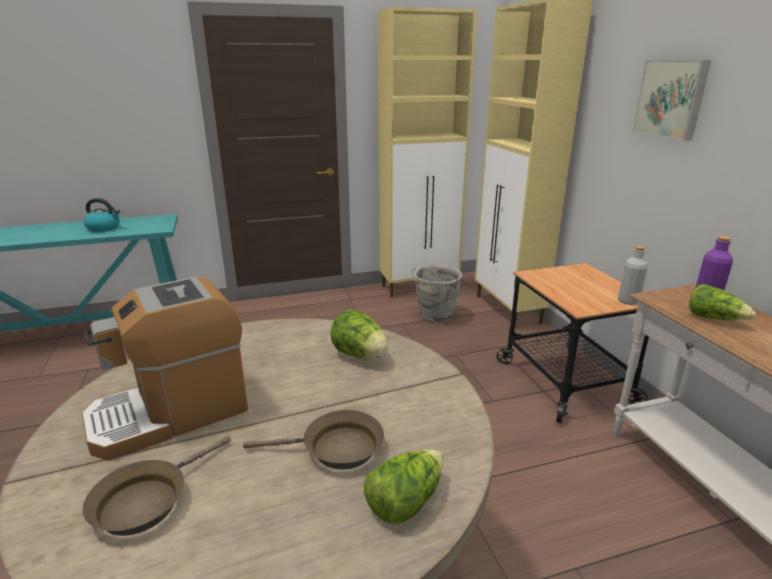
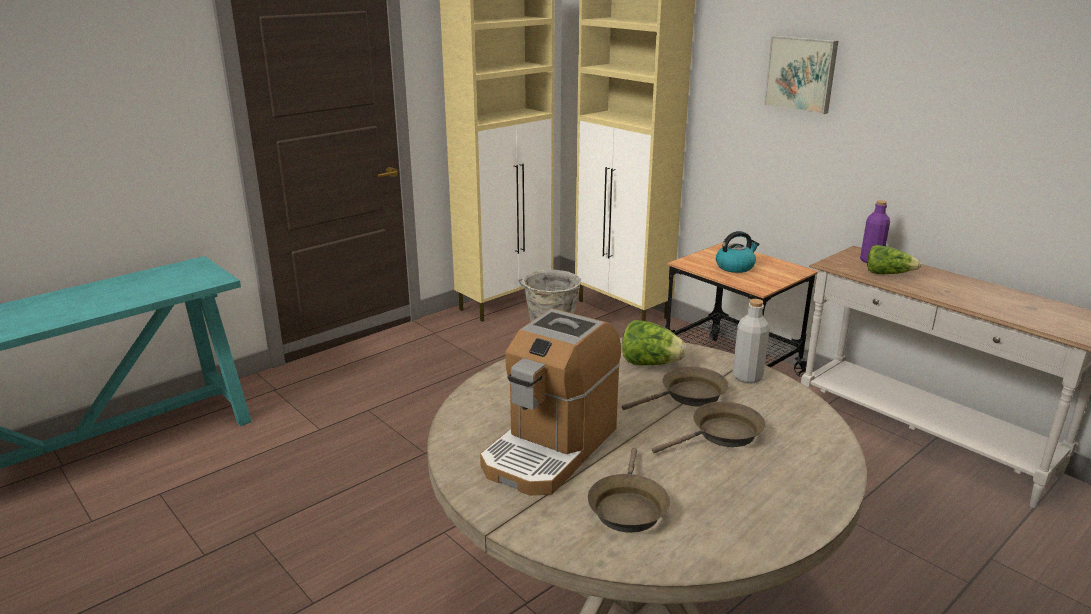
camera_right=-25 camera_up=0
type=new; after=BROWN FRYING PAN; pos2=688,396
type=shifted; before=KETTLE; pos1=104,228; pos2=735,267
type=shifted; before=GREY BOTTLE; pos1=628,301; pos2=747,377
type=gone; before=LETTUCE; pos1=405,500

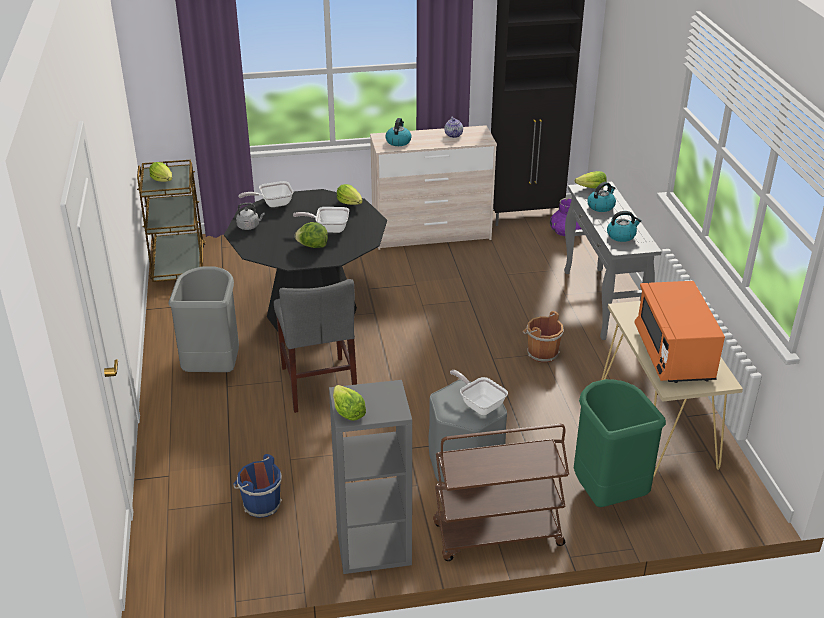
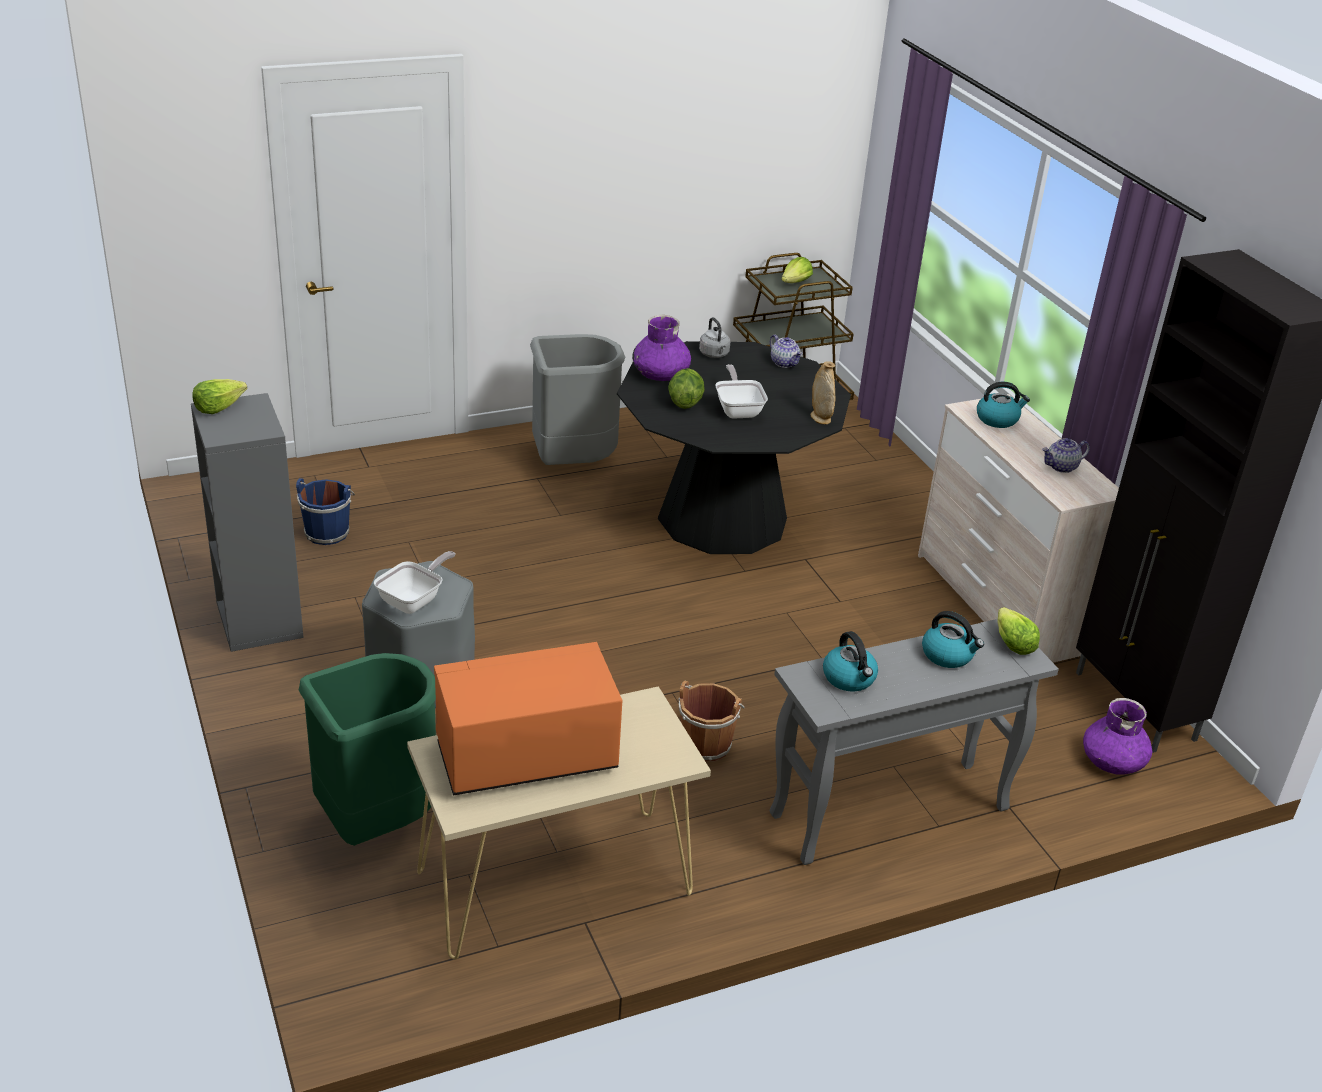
camera_right=75 camera_up=0
type=new; after=PURPLE VASE; pos2=660,374
type=swapped; before=FRYING PAN; after=TEAPOT; pos1=273,203; pos2=784,363
type=swapped; before=LETTUCE; after=BEIGE VASE; pos1=350,203; pos2=820,418
type=gone; before=GREY CHAIR; pos1=318,384
type=gone; before=BROWN CART; pos1=497,535

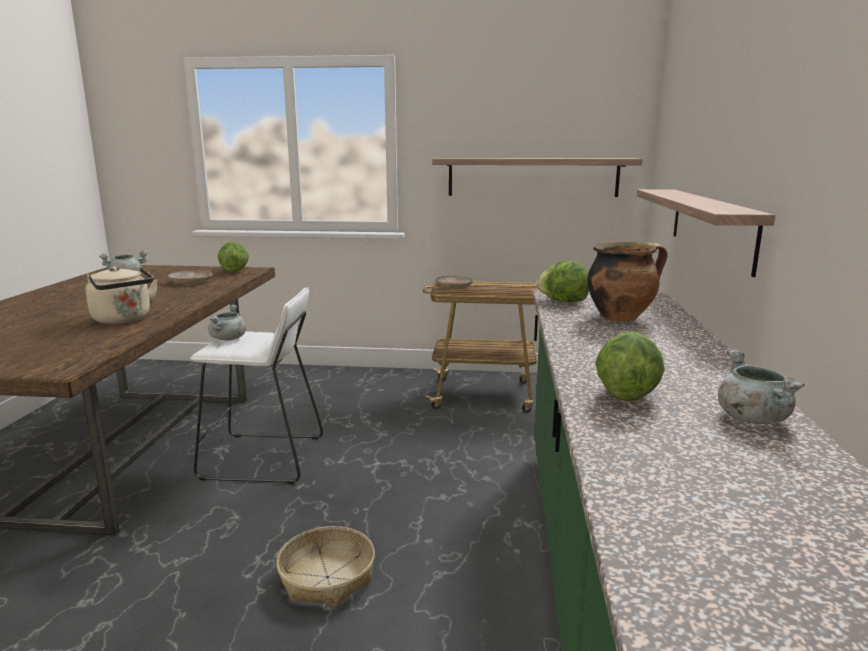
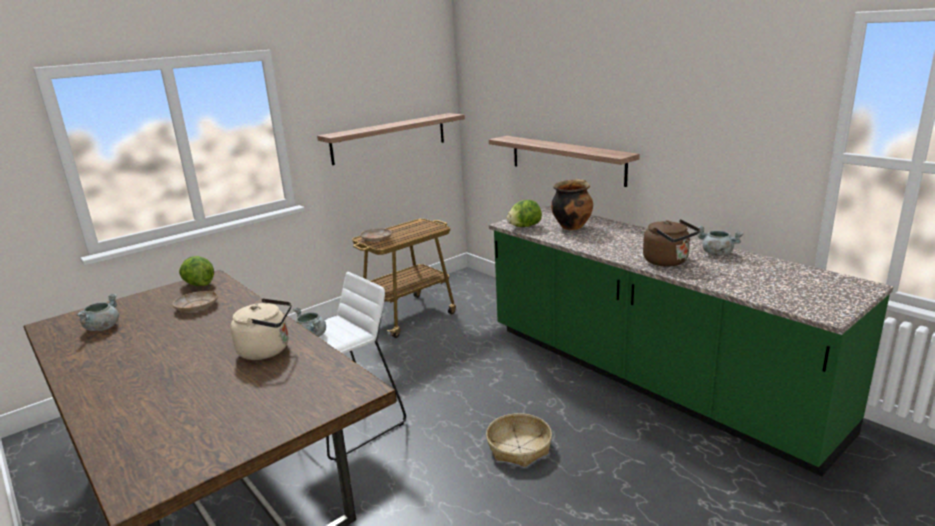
camera_right=-45 camera_up=5
type=swapped; before=LETTUCE; after=BROWN KETTLE; pos1=626,394; pos2=668,262

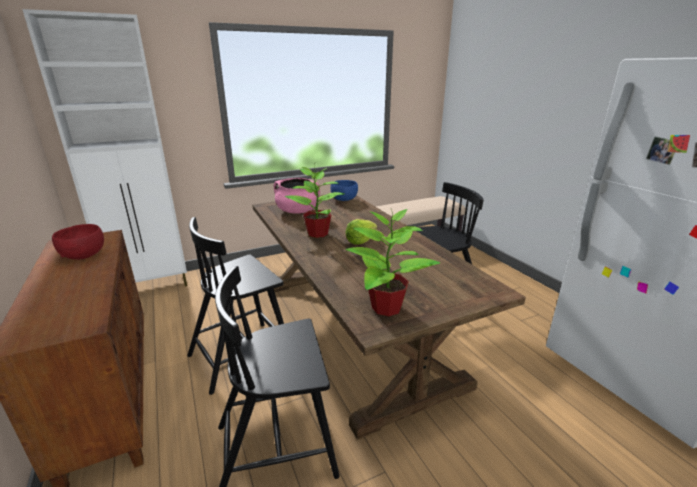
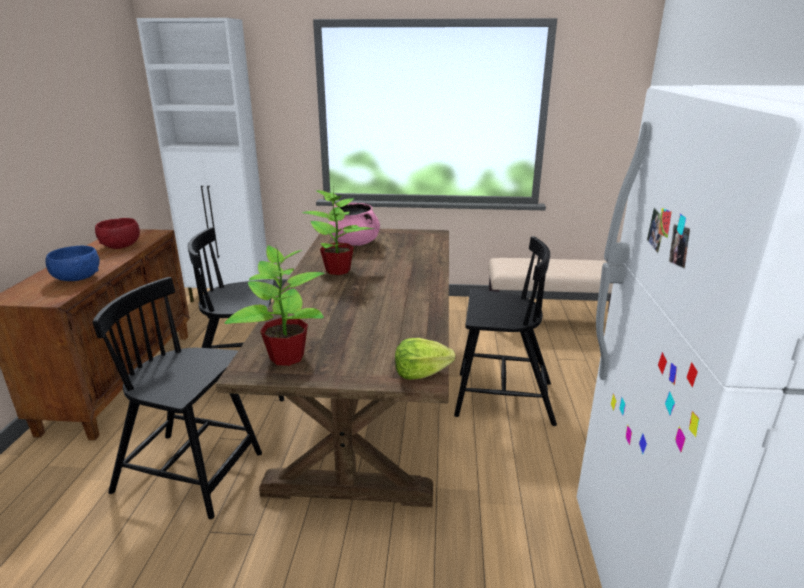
camera_right=30 camera_up=0
type=shifted; before=BLUE BOWL; pos1=344,199; pos2=77,278
type=shifted; before=LETTUCE; pos1=360,241; pos2=421,373

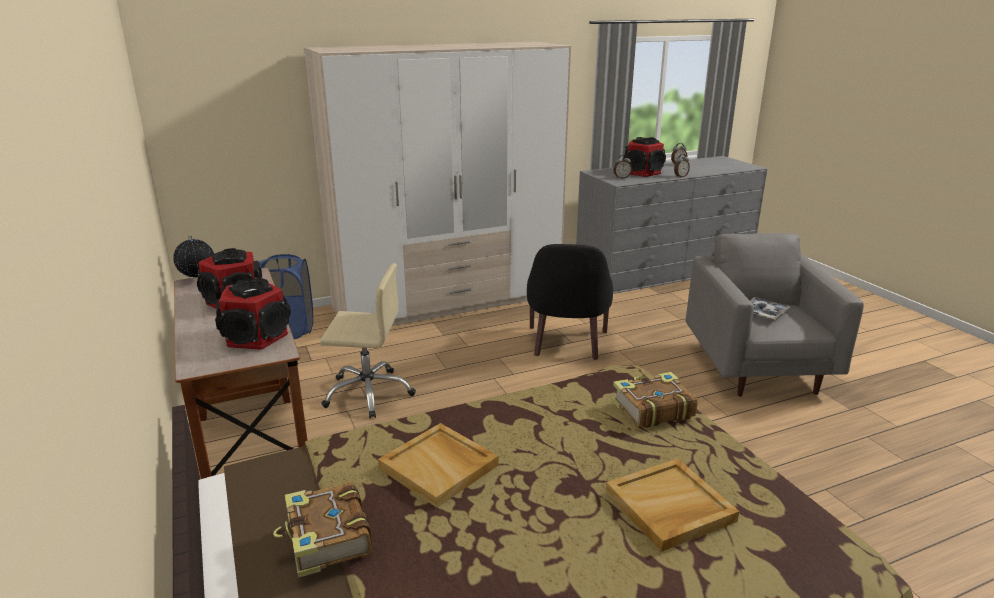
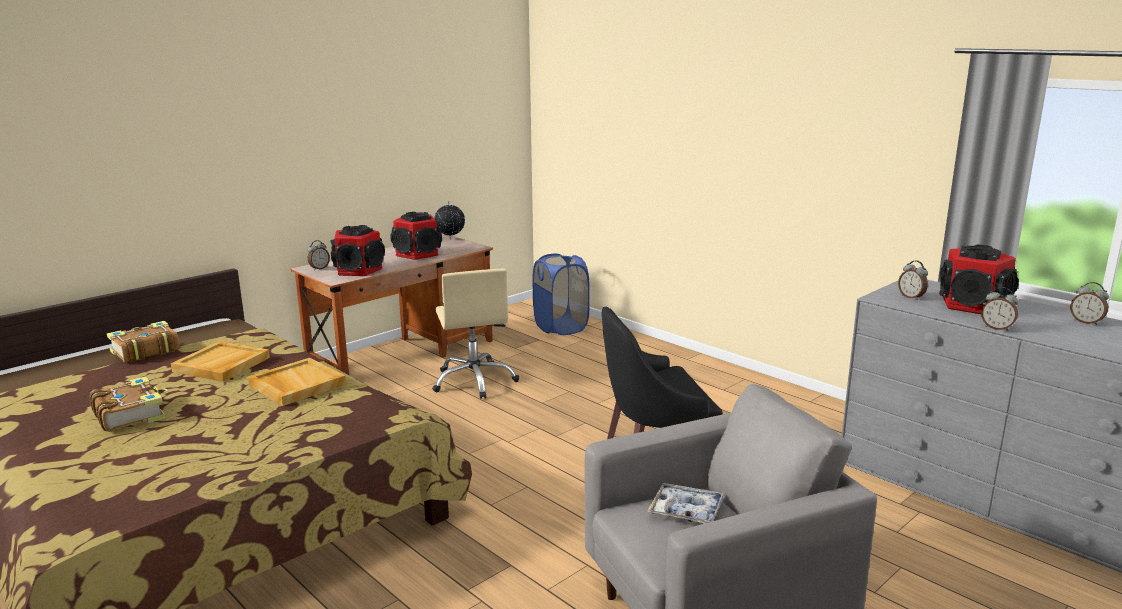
camera_right=70 camera_up=-5
type=shifted; before=BOOK; pos1=651,409; pos2=130,414
type=shifted; before=BEIGE TRAY; pos1=669,507; pos2=296,385
type=new; after=ALARM CLOCK; pos2=319,268
type=gone; before=WARDROBE; pos1=449,301

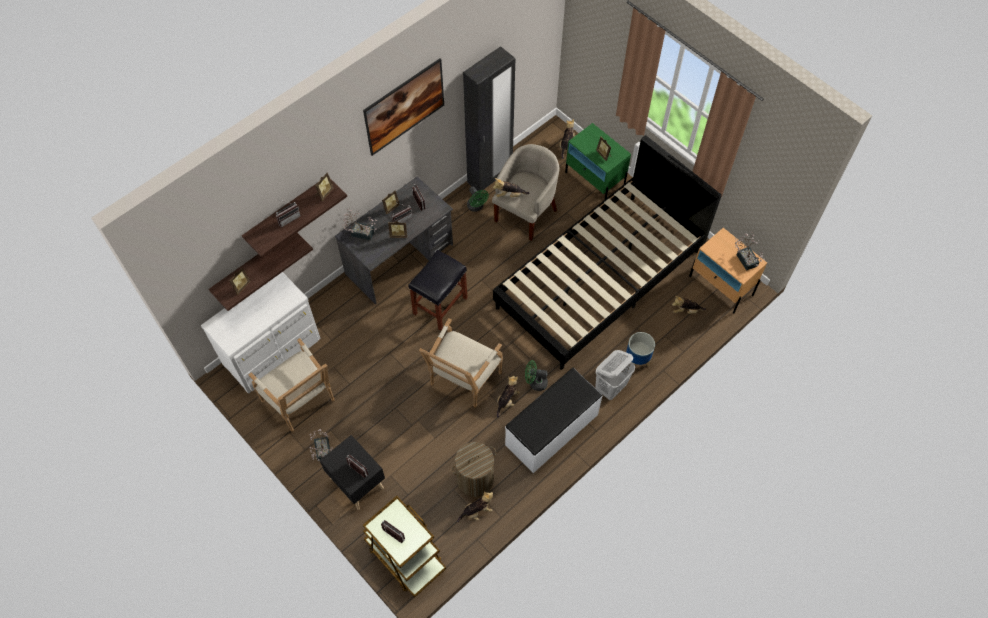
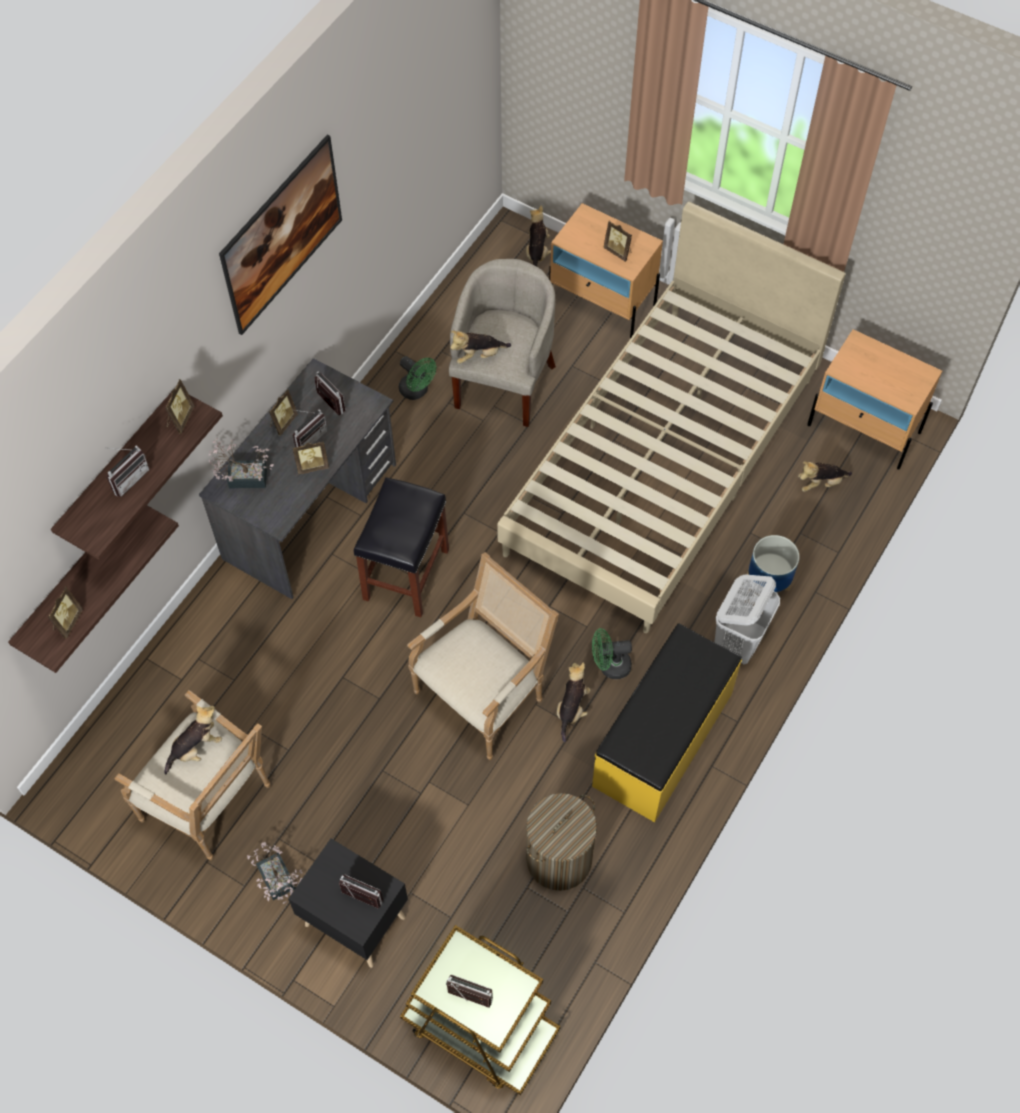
camera_right=-15 camera_up=0
type=shifted; before=PLUSH TOY; pos1=477,511; pos2=196,748
type=rotated; before=ARMCHAIR; pos1=462,381; pos2=485,694; turn=-150
type=repainted; before=BLACK BED; after=BEIGE BED; pos1=599,278; pos2=662,464
type=repainted; before=GREEN NIGHTSTAND; after=BEIGE NIGHTSTAND; pos1=594,181; pos2=602,303
type=repainted; before=WHITE BENCH; after=YELLOW BENCH; pos1=552,430; pos2=664,740
type=gone; before=WHITE DRESSER; pos1=274,352
type=gone; before=BLACK WARDROBE; pos1=490,176
type=gone; before=POTTED PLANT; pos1=745,258

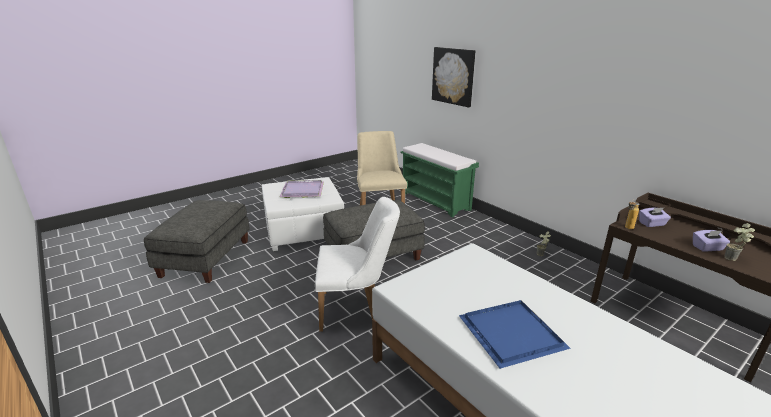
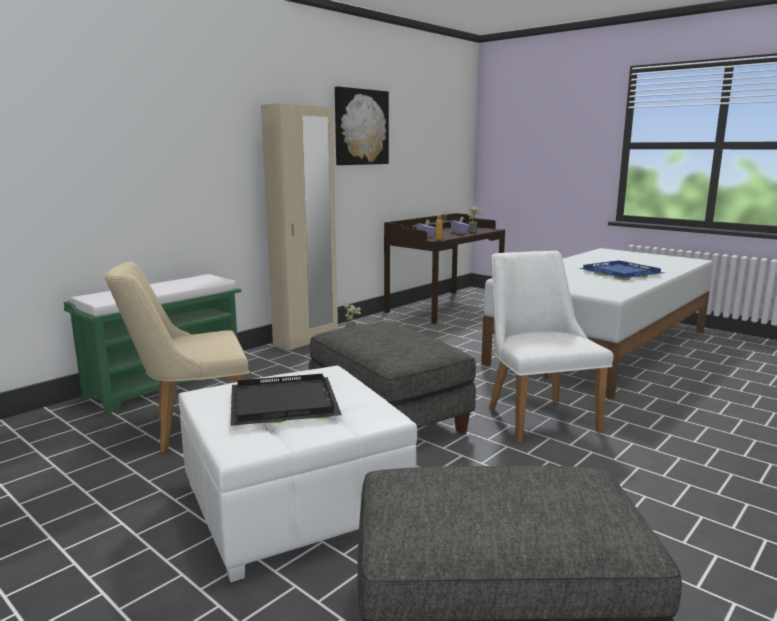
camera_right=-100 camera_up=-10
type=repainted; before=PURPLE TRAY; after=BLACK TRAY; pos1=301,191; pos2=286,404
type=new; after=BEIGE WARDROBE; pos2=306,340
type=shifted; before=PICTURE; pos1=453,76; pos2=361,127

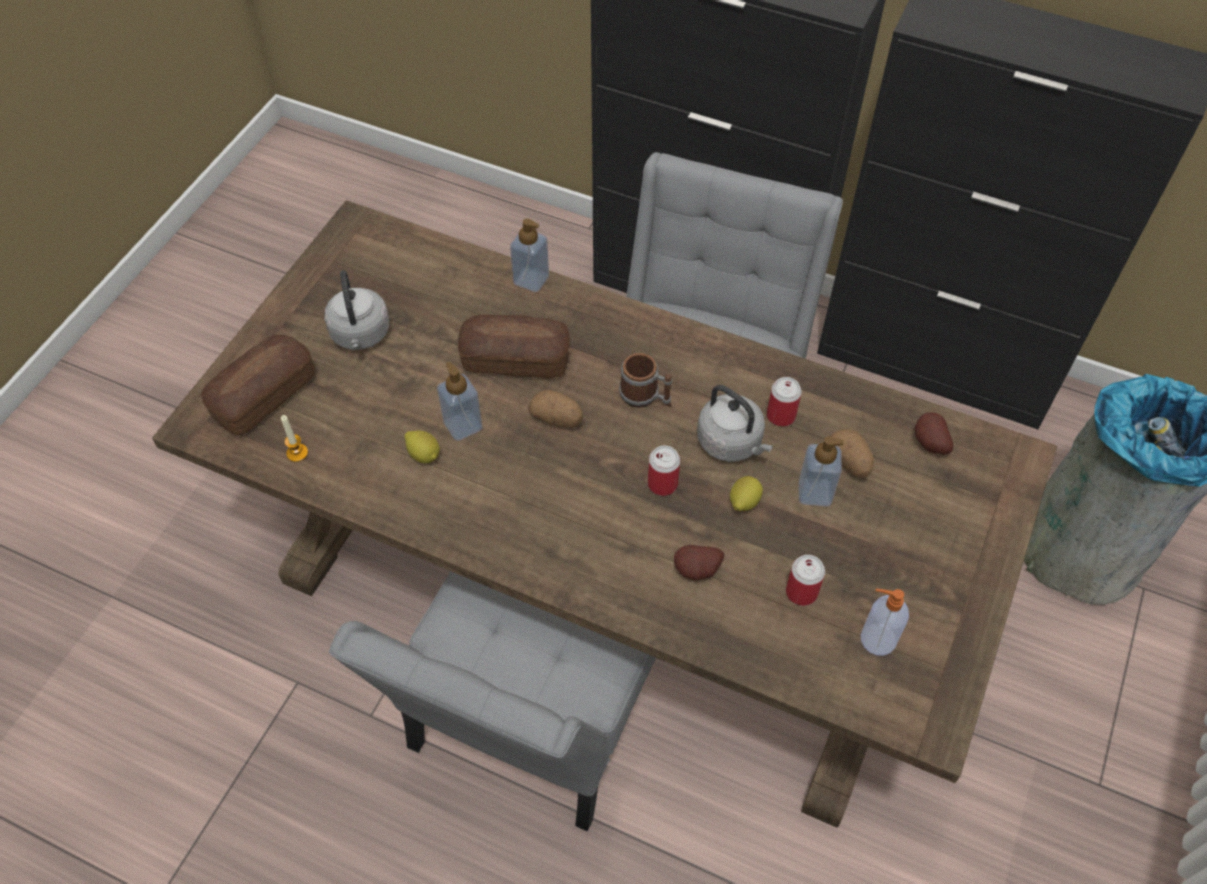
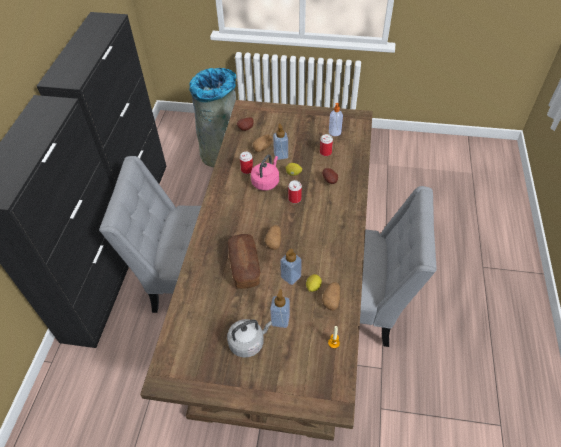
camera_right=-105 camera_up=-5
type=repainted; before=GREY KETTLE; after=PINK KETTLE; pos1=732,443; pos2=266,182
type=shifted; before=SOAP DISPENSER; pos1=531,280; pos2=280,320
type=new; after=POTATO; pos2=331,300
type=gone; before=BREAD; pos1=264,396
type=gone; before=MUG; pos1=645,397

